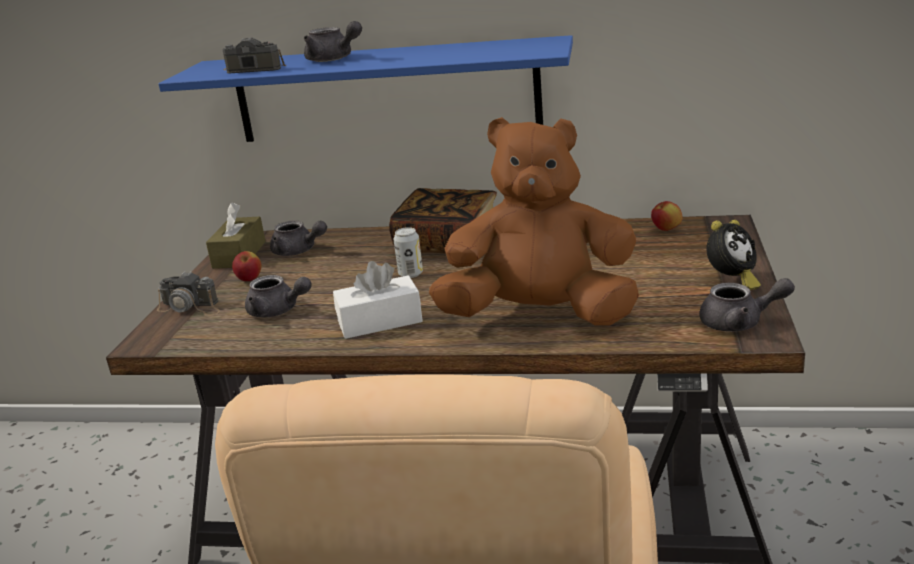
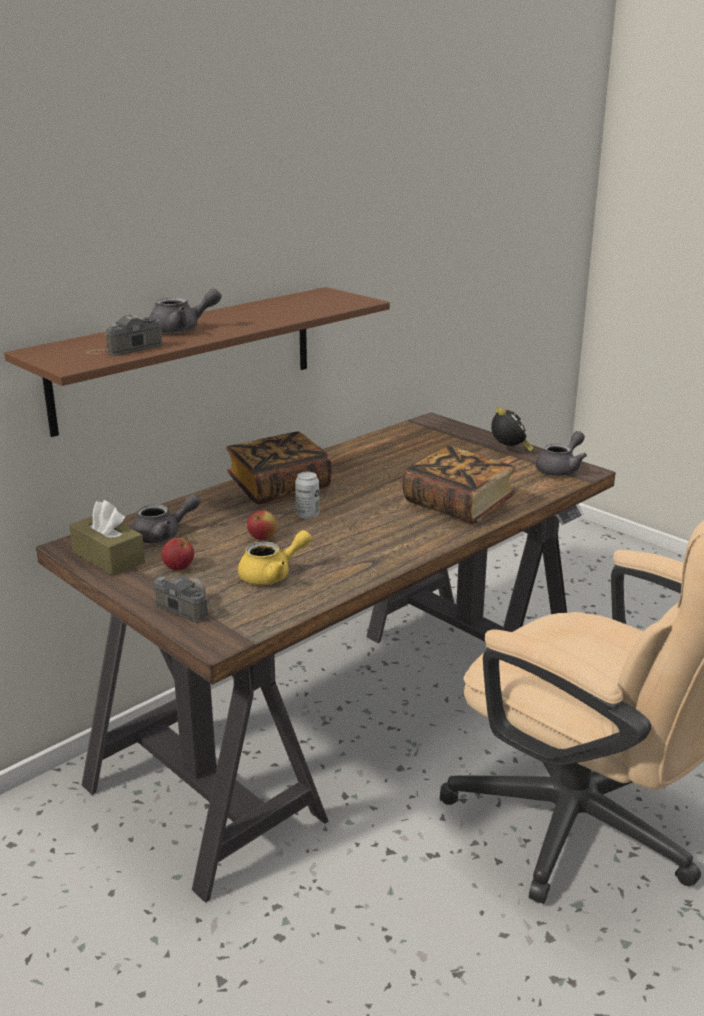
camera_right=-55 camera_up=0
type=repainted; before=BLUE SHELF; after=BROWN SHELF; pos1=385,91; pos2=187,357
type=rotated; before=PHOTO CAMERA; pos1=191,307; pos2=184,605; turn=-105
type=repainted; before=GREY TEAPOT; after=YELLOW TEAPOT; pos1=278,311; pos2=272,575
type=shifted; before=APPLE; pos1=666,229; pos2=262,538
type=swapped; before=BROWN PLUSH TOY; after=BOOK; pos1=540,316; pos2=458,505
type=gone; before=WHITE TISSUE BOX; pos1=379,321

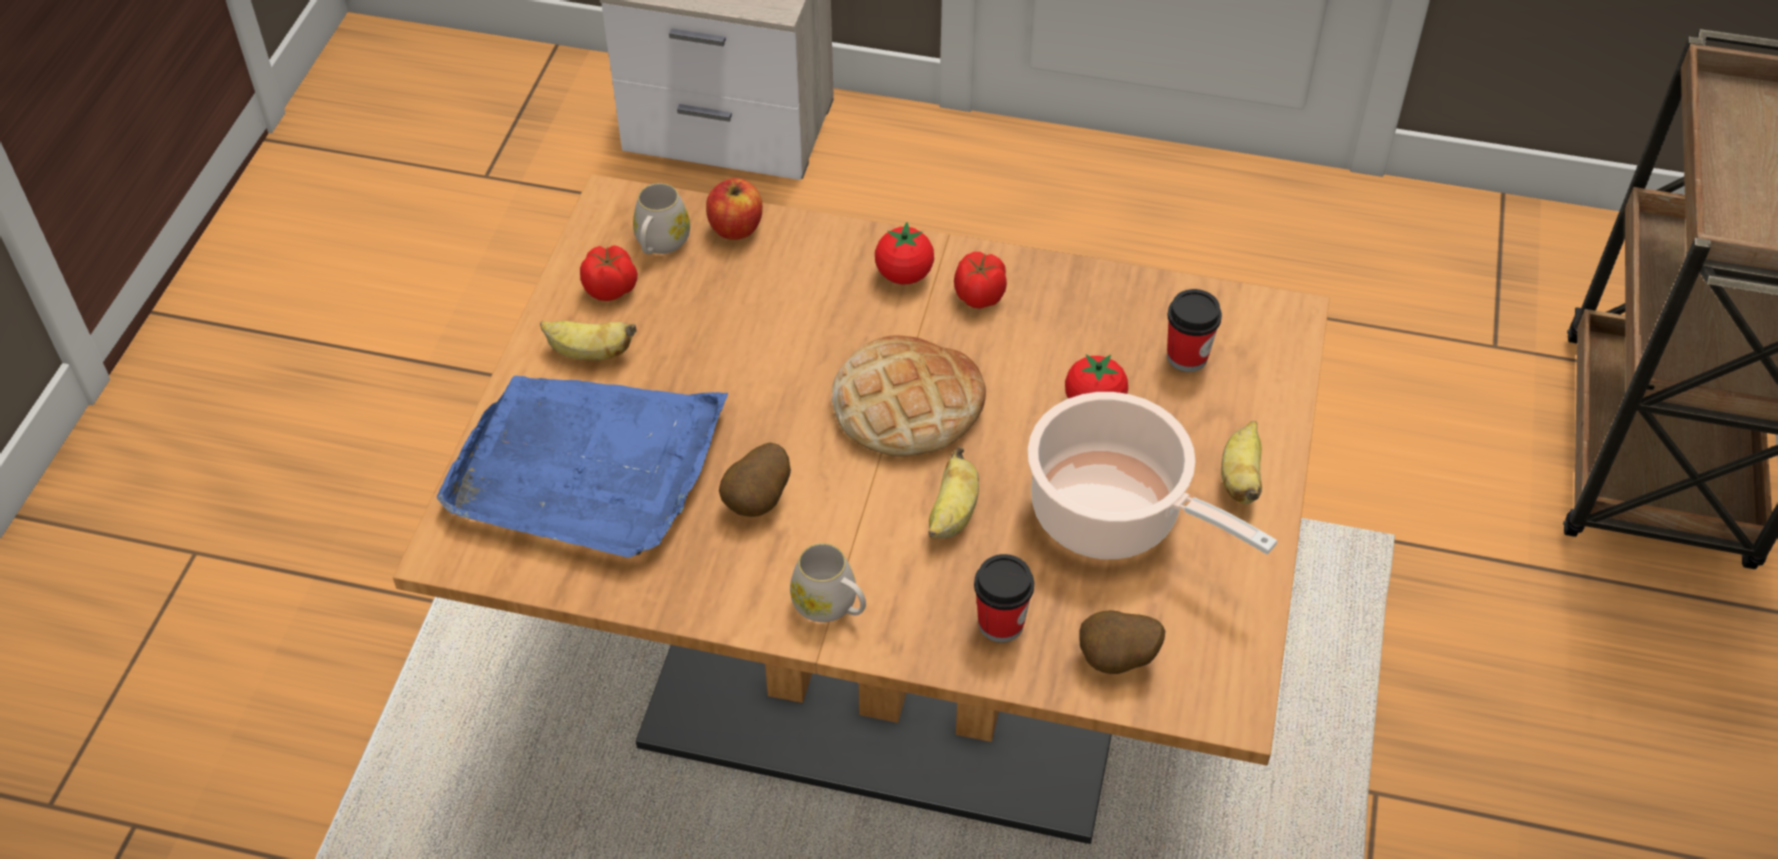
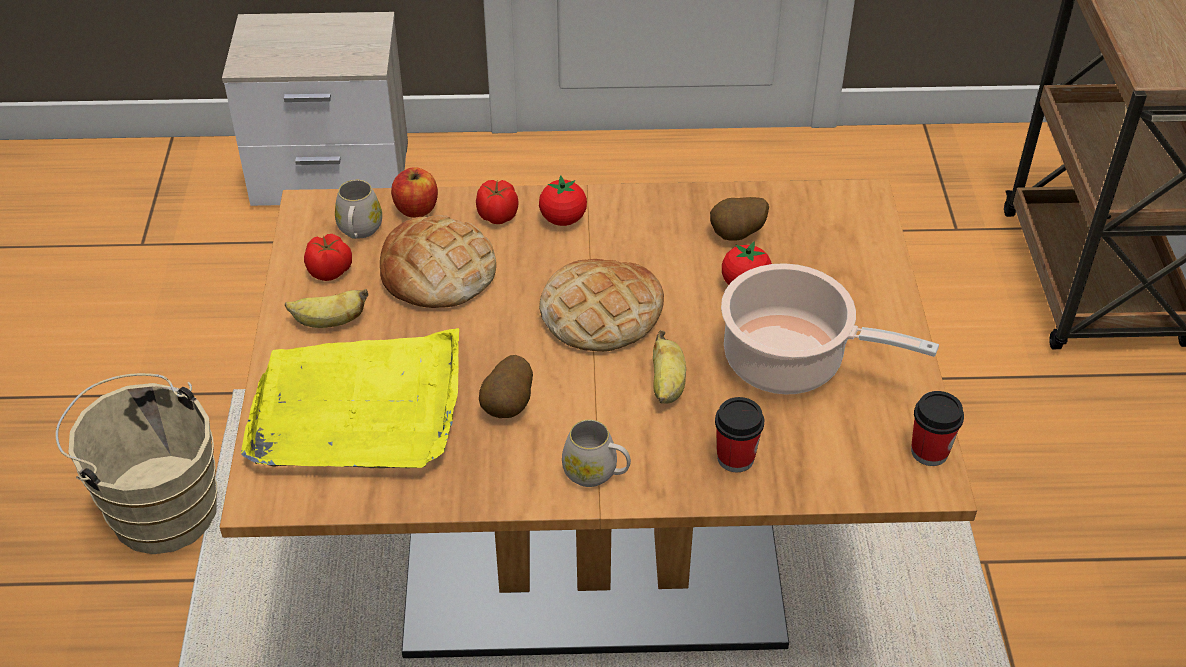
camera_right=-15 camera_up=-5
type=new; after=BEIGE BUCKET; pos2=159,507
type=repainted; before=BLUE TRAY; after=YELLOW TRAY; pos1=587,469; pos2=358,409
type=new; after=BREAD; pos2=437,272
type=shifted; before=TOMATO; pos1=979,296; pos2=497,216
type=shifted; before=POTATO; pos1=1117,661; pos2=737,236
type=shifted; before=CUP; pos1=1187,357; pos2=929,452
type=gone; before=BANANA; pos1=1240,478

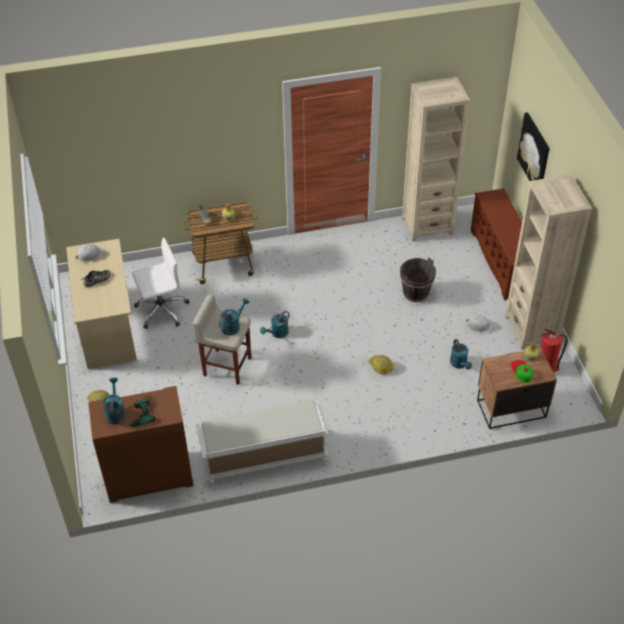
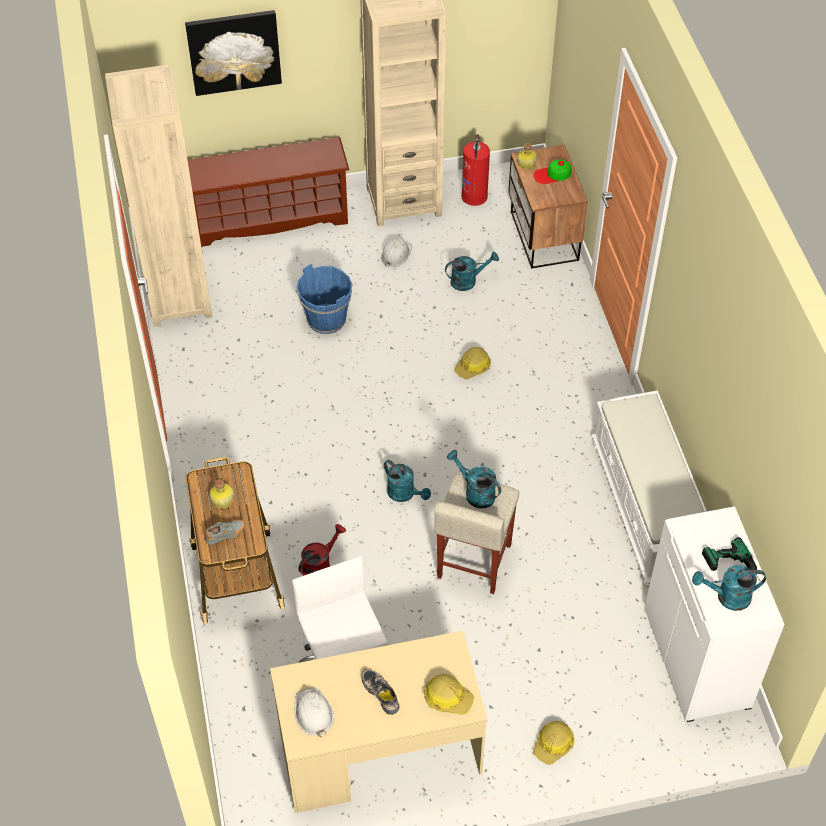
camera_right=-90 camera_up=5
type=repainted; before=BROWN BUCKET; after=BLUE BUCKET; pos1=416,293; pos2=327,319
type=new; after=RED WATERING CAN; pos2=320,565
type=new; after=HARD HAT; pos2=447,698
type=repainted; before=BROWN CABINET; after=WHITE CABINET; pos1=148,477; pos2=698,658

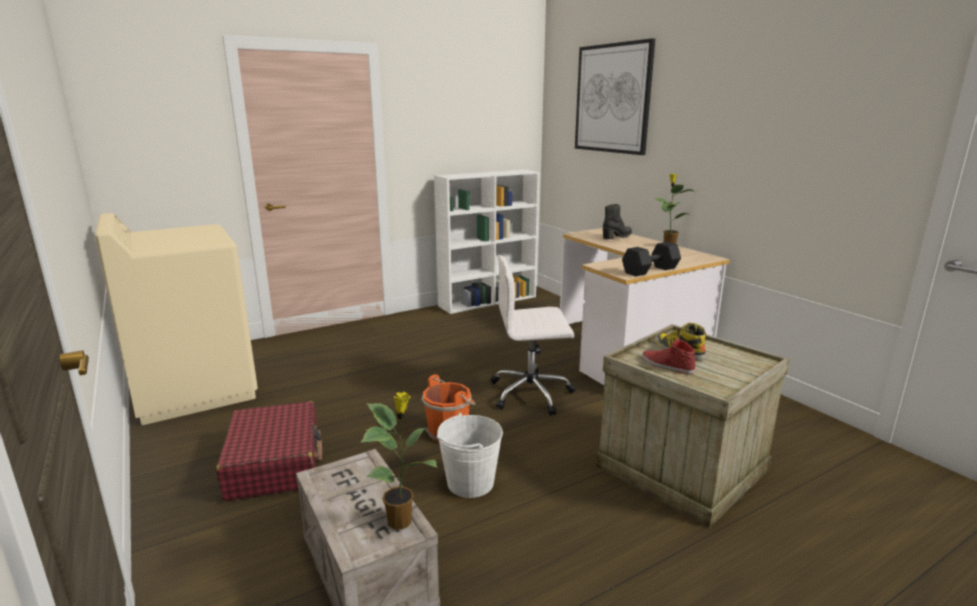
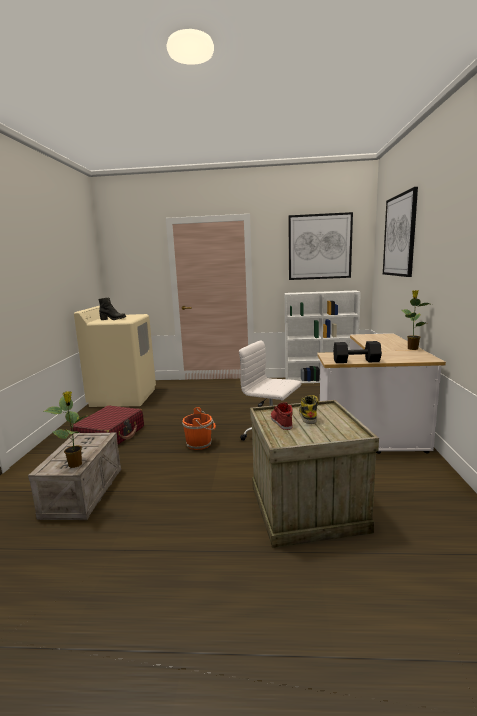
camera_right=35 camera_up=-5
type=shifted; before=BLACK BOOT; pos1=617,237; pos2=113,319
type=new; after=PICTURE; pos2=319,247
type=gone; before=WHITE BUCKET; pos1=470,483

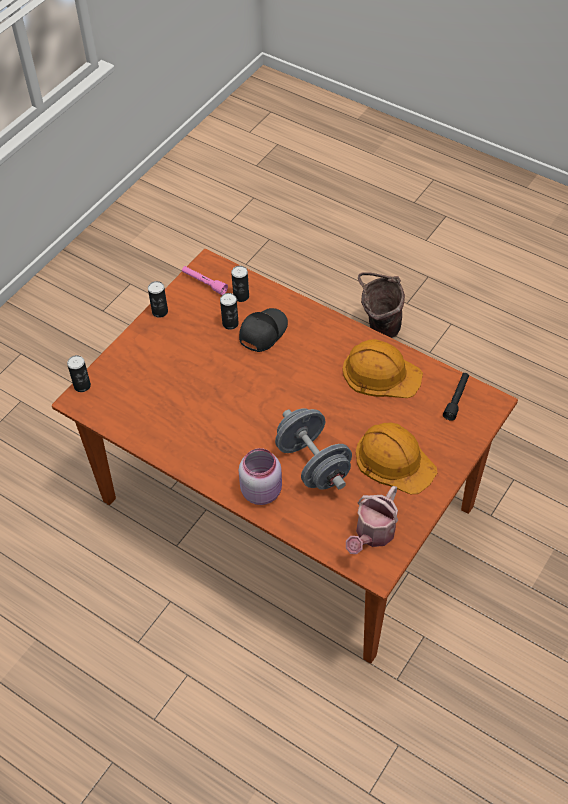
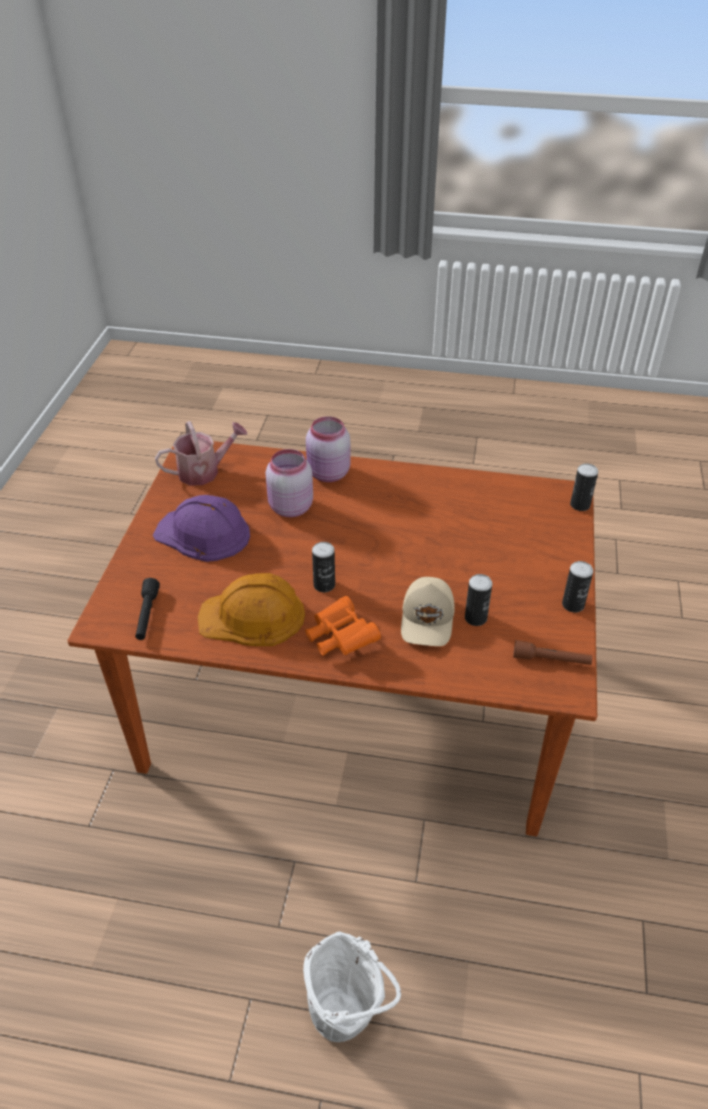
camera_right=155 camera_up=-10
type=repainted; before=ORANGE HARD HAT; after=PURPLE HARD HAT; pos1=394,460; pos2=203,534
type=rotated; before=WATERING CAN; pos1=372,535; pos2=204,471; turn=60
type=swapped; before=GREY DUMBBELL; after=PINK JAR; pos1=313,464; pos2=289,507
type=repainted; before=BROWN BUCKET; after=WHITE BUCKET; pos1=379,328; pos2=348,1016
type=new; after=ORANGE BINOCULARS; pos2=340,638
type=shifted; before=CAN; pos1=241,296; pos2=324,585
type=repainted; before=BLACK CAP; after=BEIGE CAP; pos1=262,332; pos2=428,620
type=repainted; before=PINK FLASHLIGHT; after=BROWN FLASHLIGHT; pos1=204,283; pos2=551,660

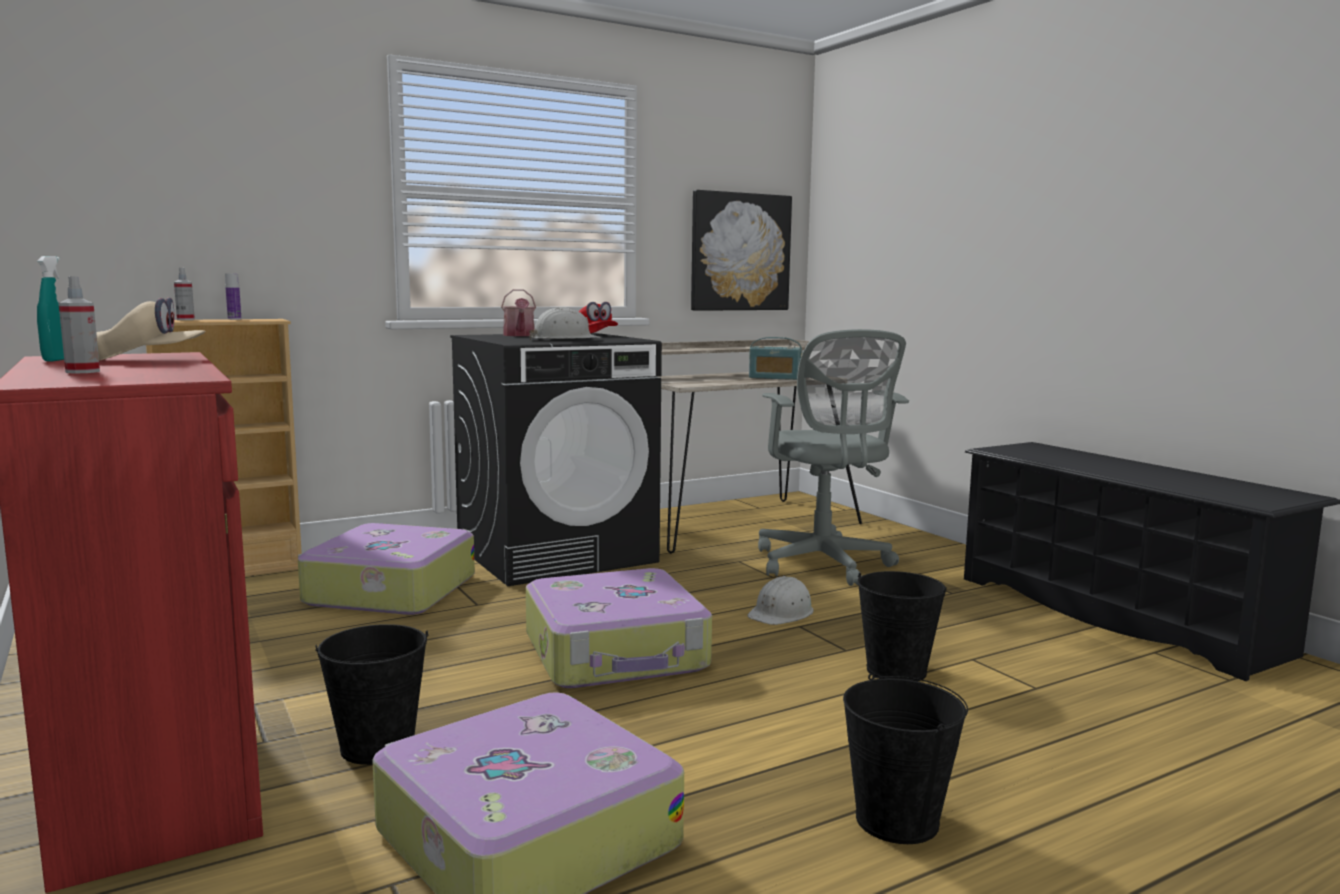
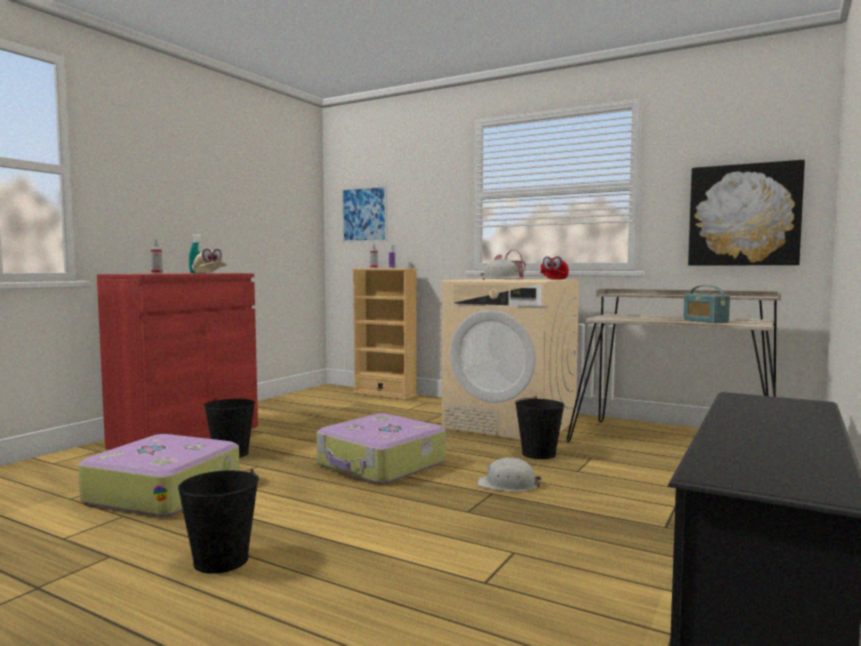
camera_right=60 camera_up=-5
type=new; after=PICTURE; pos2=364,214
type=repainted; before=BLACK WASHING MACHINE; after=BEIGE WASHING MACHINE; pos1=557,554; pos2=511,424
type=shifted; before=BLACK BUCKET; pos1=896,670; pos2=539,454
type=gone; before=SUITCASE; pos1=388,590
type=gone; before=GREY OFFICE CHAIR; pos1=824,565

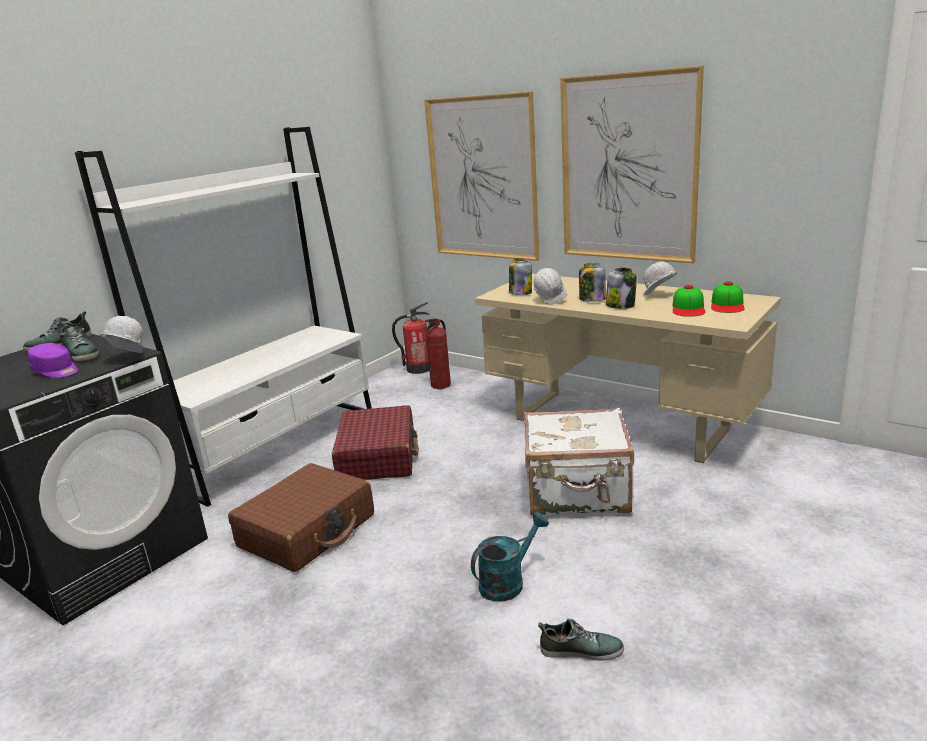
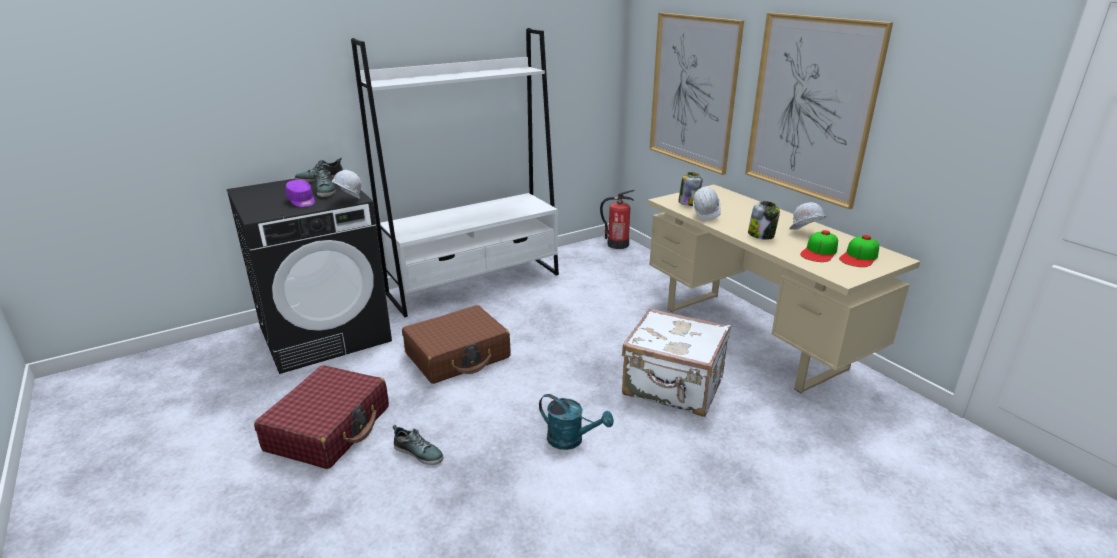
camera_right=20 camera_up=5
type=shifted; before=RED SUITCASE; pos1=378,457; pos2=329,428
type=shifted; before=SHOE; pos1=581,649; pos2=419,452
type=rotated; before=TURQUOISE WATERING CAN; pos1=507,582; pos2=571,440; turn=45
type=gone; before=FIRE EXTINGUISHER; pos1=441,385
type=gone; before=JAR; pos1=592,299

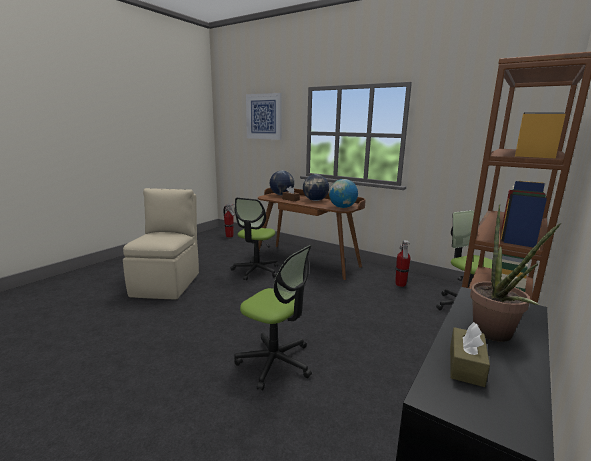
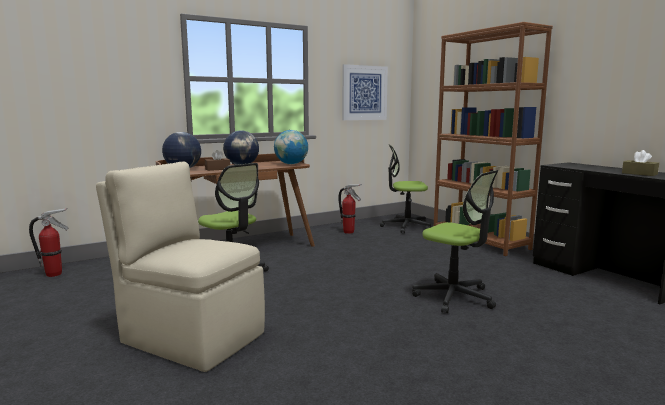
camera_right=-65 camera_up=-5
type=shifted; before=PICTURE; pos1=264,116; pos2=364,93
type=rotated; before=OFFICE CHAIR; pos1=275,362; pos2=454,297; turn=75
type=gone; before=POTTED PLANT; pos1=495,336

